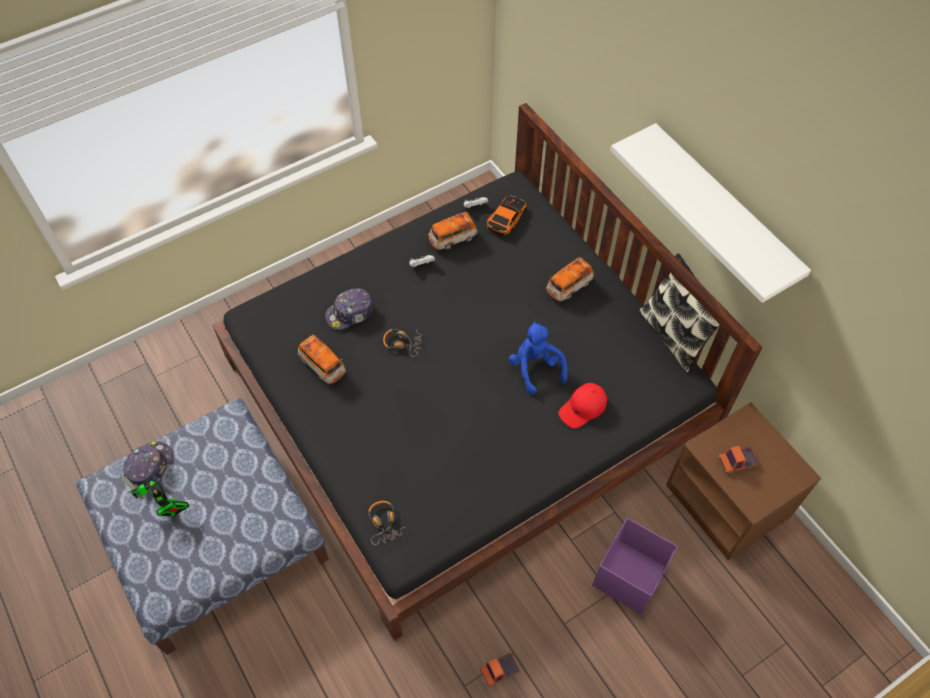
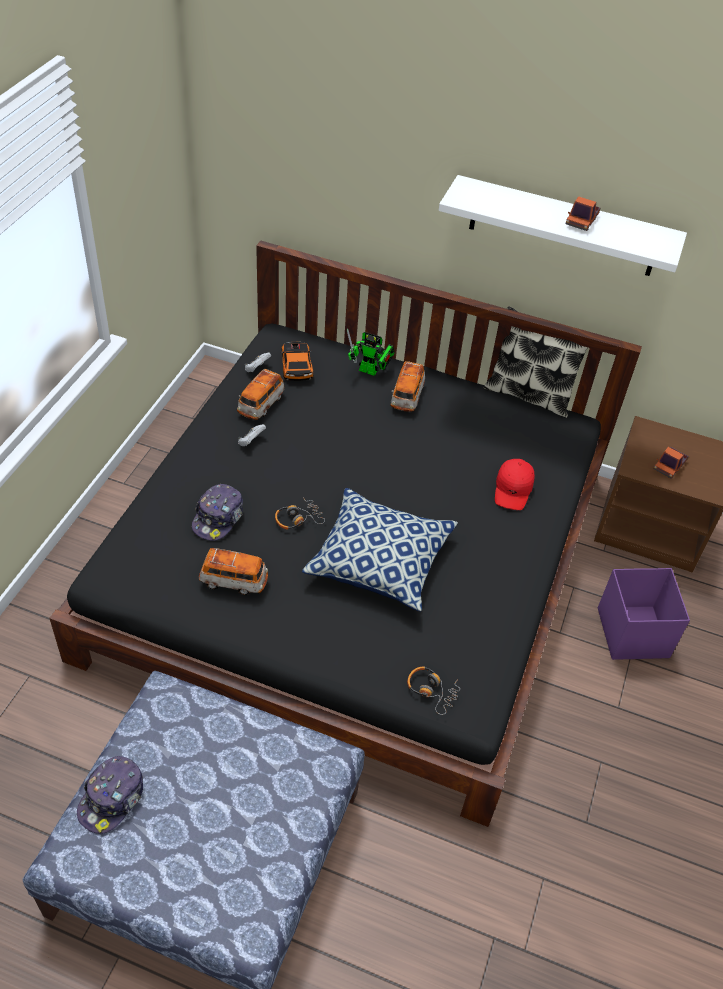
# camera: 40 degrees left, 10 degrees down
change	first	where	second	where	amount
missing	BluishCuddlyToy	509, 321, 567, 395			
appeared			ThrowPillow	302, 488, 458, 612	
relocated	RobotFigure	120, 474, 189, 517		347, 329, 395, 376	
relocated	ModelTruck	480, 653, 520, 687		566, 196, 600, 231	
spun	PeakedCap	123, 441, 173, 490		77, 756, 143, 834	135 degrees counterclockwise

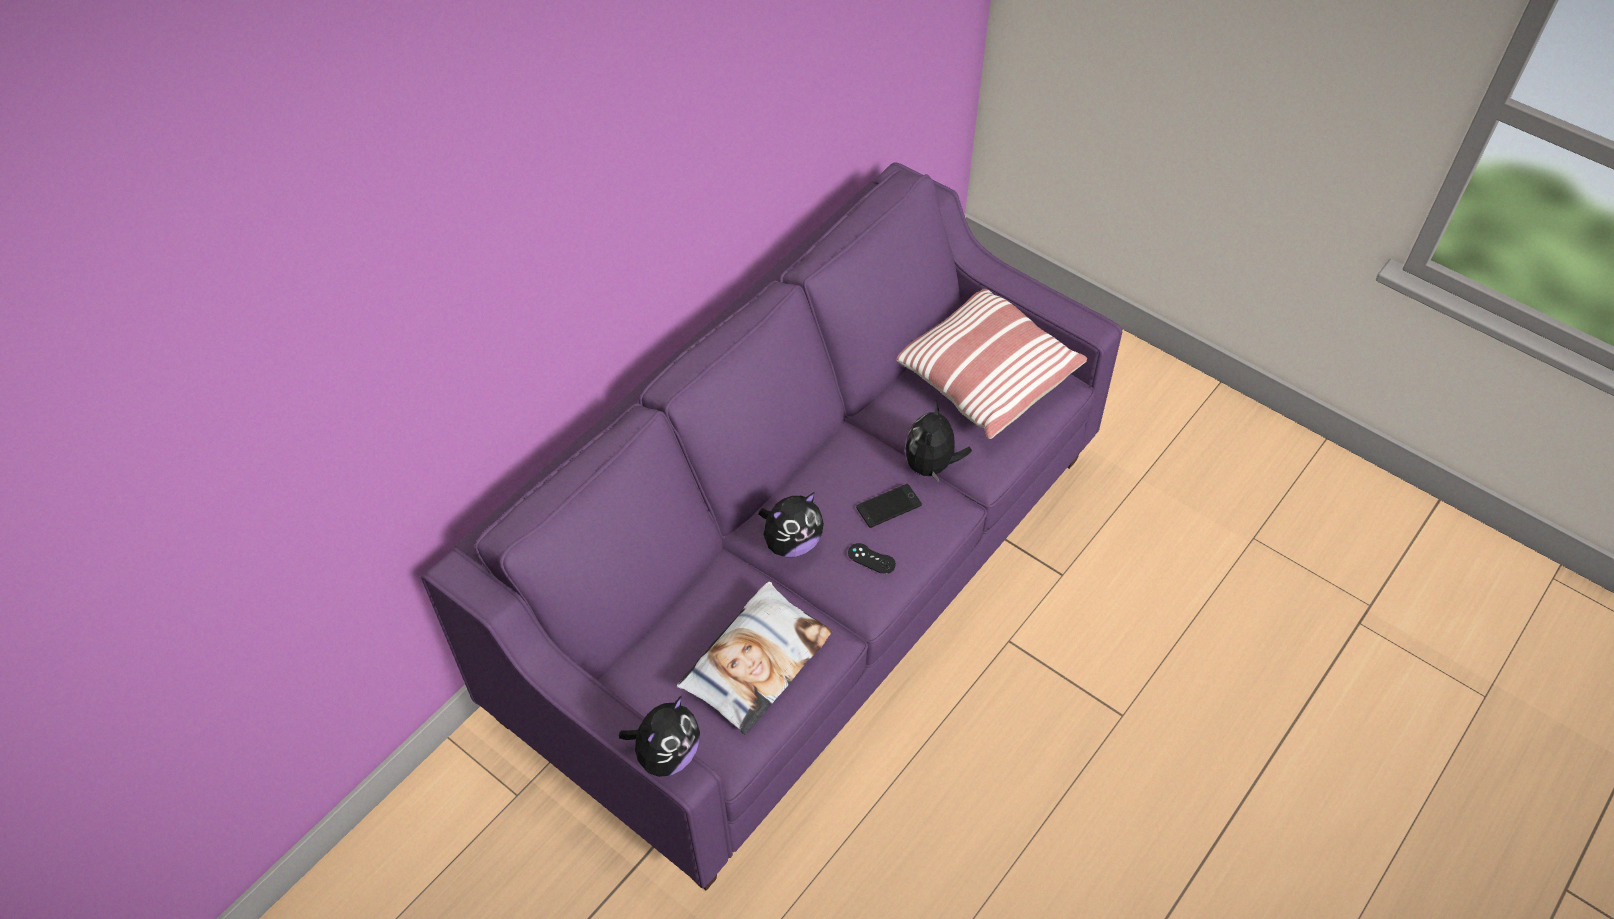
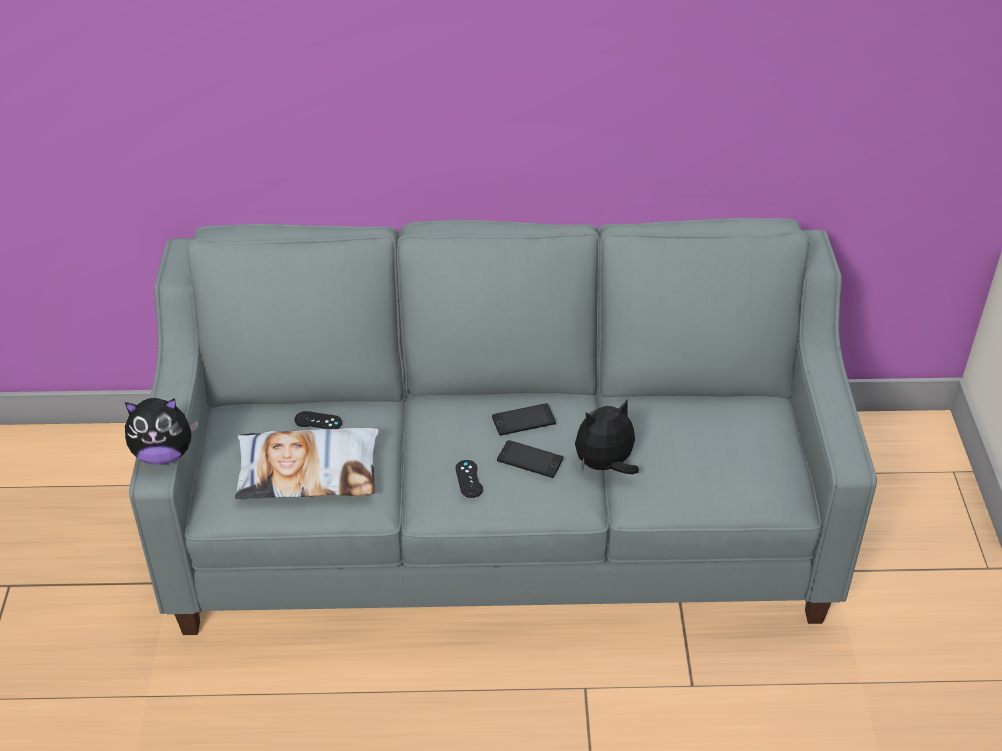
# camera: 50 degrees right, 10 degrees down
change	first	where	second	where	amount
missing	CuddlyToy	758, 492, 824, 557			
missing	ThrowPillow	896, 288, 1087, 439			
appeared			BlackColouredGameController	294, 411, 342, 429	
appeared			Telephone	492, 403, 556, 436	
colour	PurpleSettee	421, 162, 1122, 891	GreyishSettee	129, 218, 877, 635	

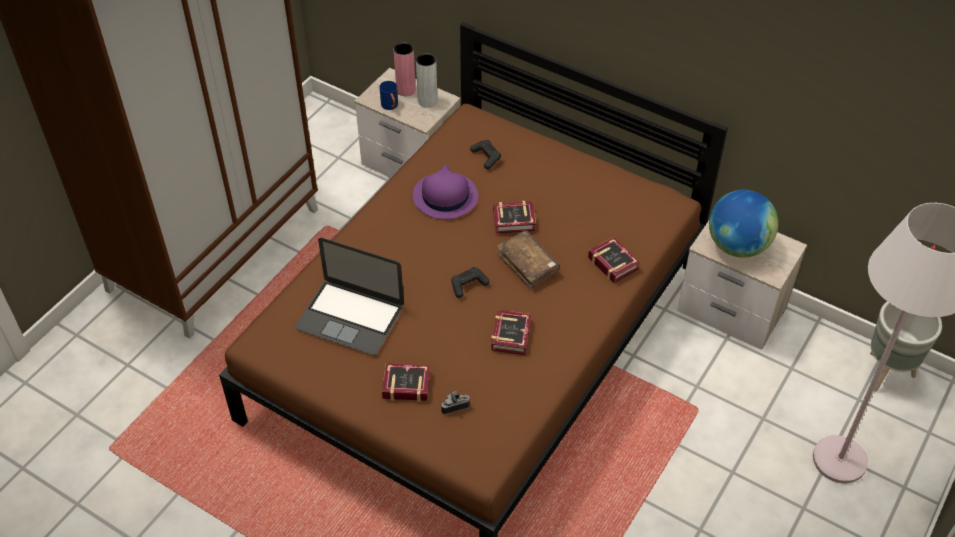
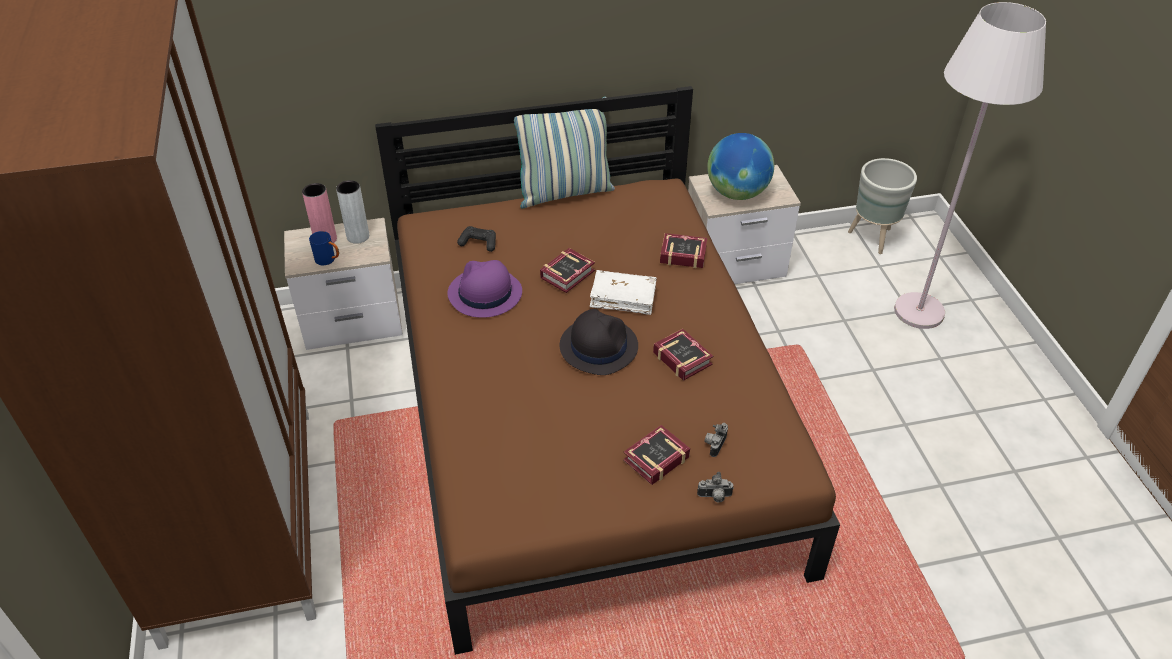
# camera: 45 degrees left, 5 degrees down
change	first	where	second	where	amount
missing	NotebookComputer	295, 237, 404, 355			
appeared			ThrowPillow	514, 97, 615, 208	
appeared			StillCamera	697, 472, 734, 502	
exchanged	BlackColouredGameController	451, 267, 489, 298	BlackColouredHat	560, 309, 638, 375	
colour	BrownColouredBoundBook	497, 230, 560, 290	WhiteBoundBook	590, 270, 657, 315	

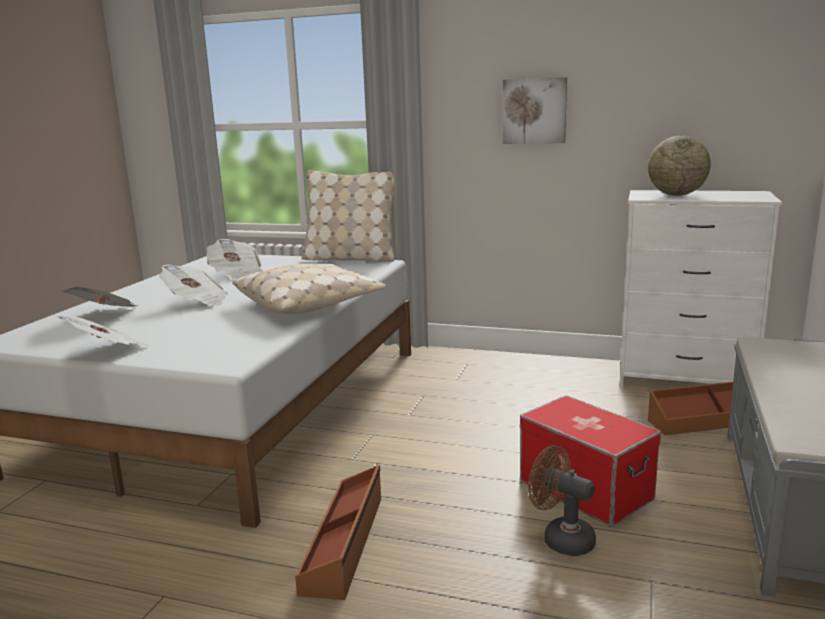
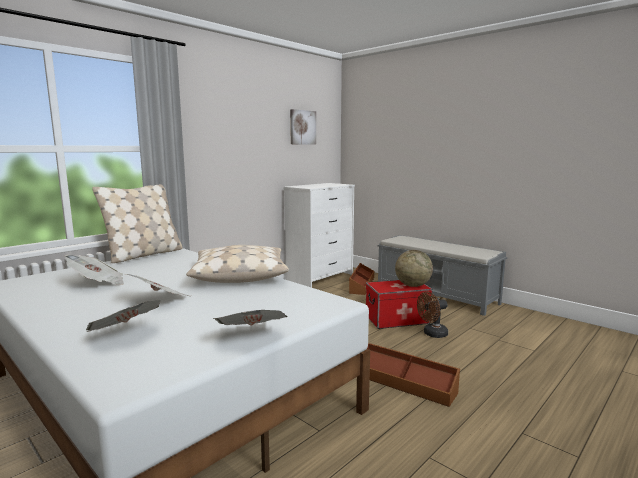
# camera: 65 degrees left, 5 degrees down
change	first	where	second	where	amount
relocated	Picture	502, 77, 567, 144		290, 109, 316, 145	
relocated	WorldGlobe	648, 136, 711, 196		395, 250, 433, 287	

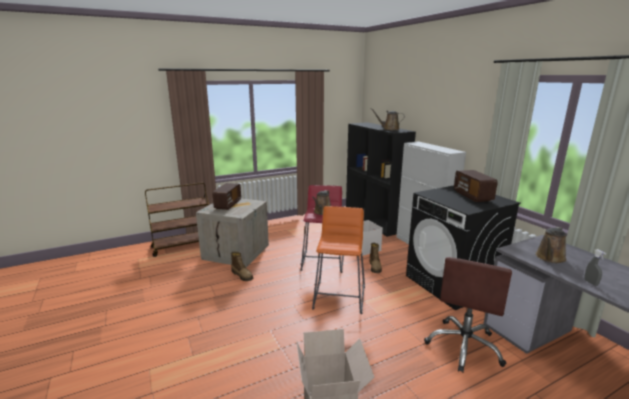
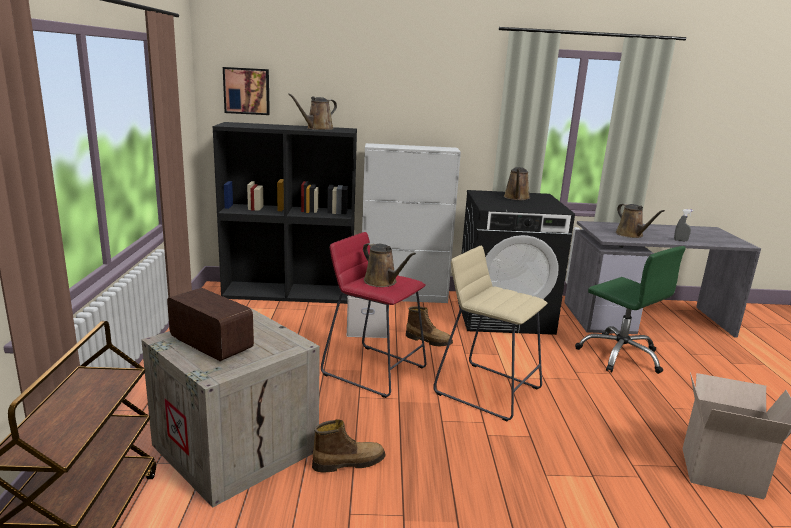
# camera: 65 degrees left, 0 degrees up
change	first	where	second	where	amount
appeared			Picture	223, 67, 270, 115	
exchanged	RadioReceiver	454, 170, 498, 202	BrownColouredWateringPot	504, 167, 530, 200	
colour	OrangeStoolSeat	312, 206, 365, 314	BeigeStoolSeat	433, 246, 548, 421	
colour	BrownColouredComputerChair	424, 257, 512, 373	GreenishComputerChair	575, 246, 686, 374	

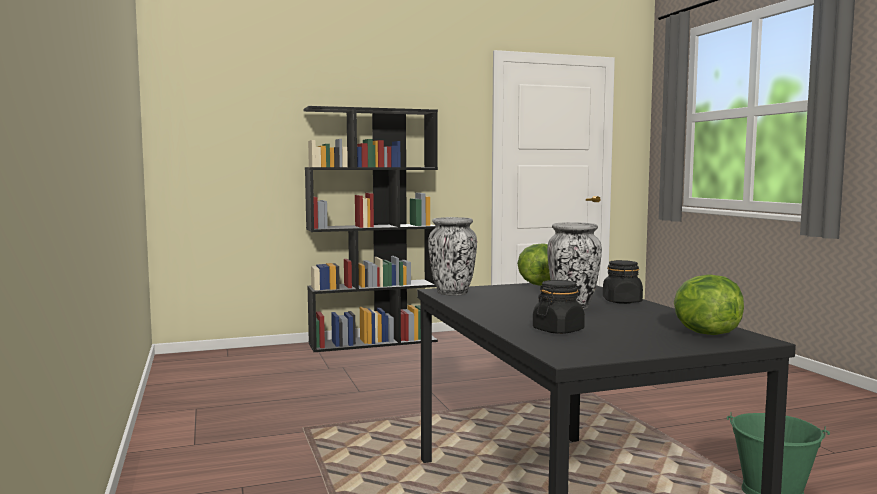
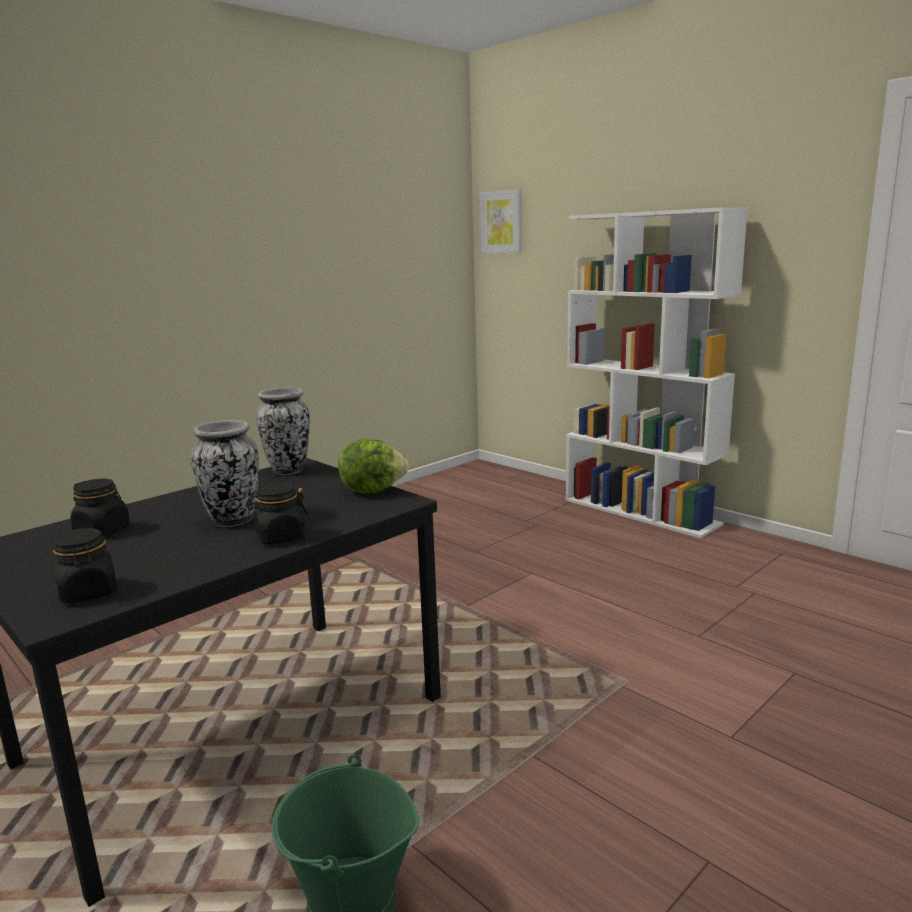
# camera: 65 degrees right, 10 degrees up
change	first	where	second	where	amount
appeared			Picture	480, 189, 522, 253	
exchanged	Lettuce	674, 274, 744, 335	BlackColouredPreserveJar	53, 528, 117, 603	
colour	BlackColouredShelvingUnit	304, 106, 438, 352	WhiteShelvingUnit	566, 207, 748, 538	

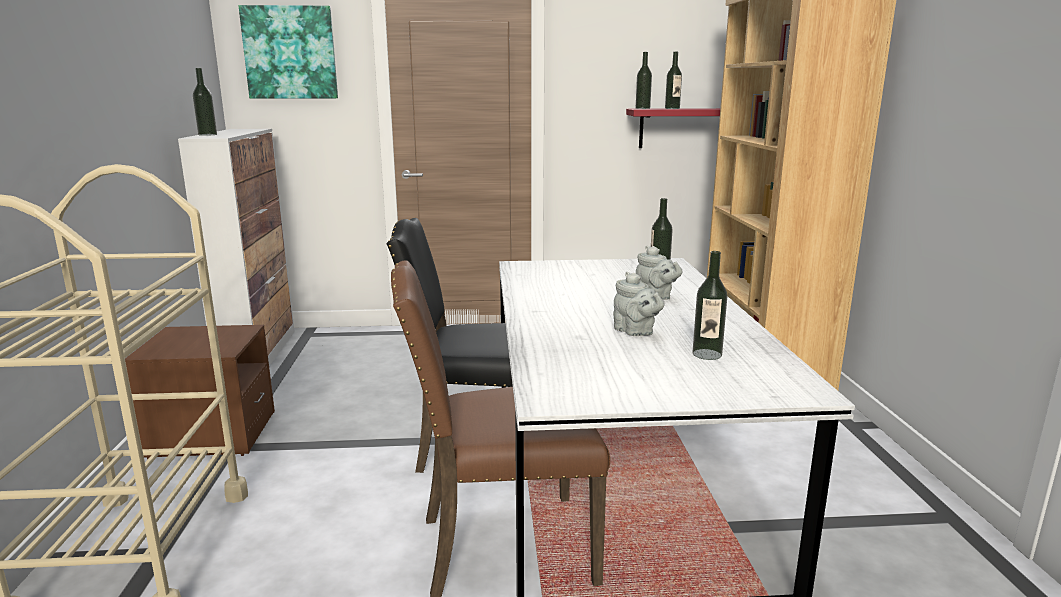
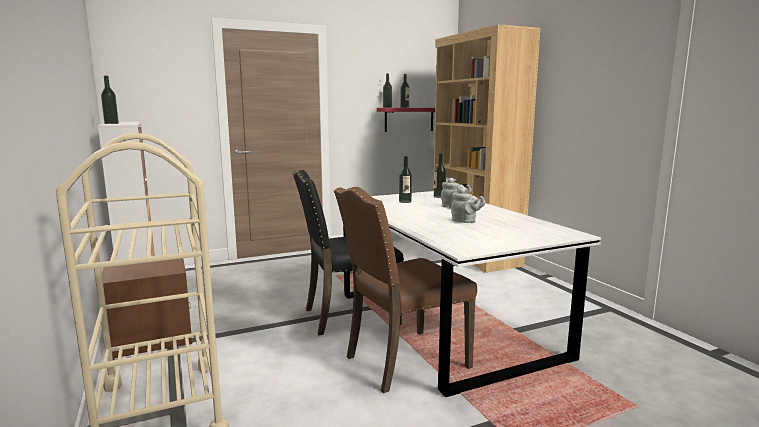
# camera: 20 degrees left, 5 degrees down
change	first	where	second	where	amount
missing	Picture	239, 5, 338, 99			
relocated	DrinkBottle	693, 251, 727, 360		399, 156, 412, 203	

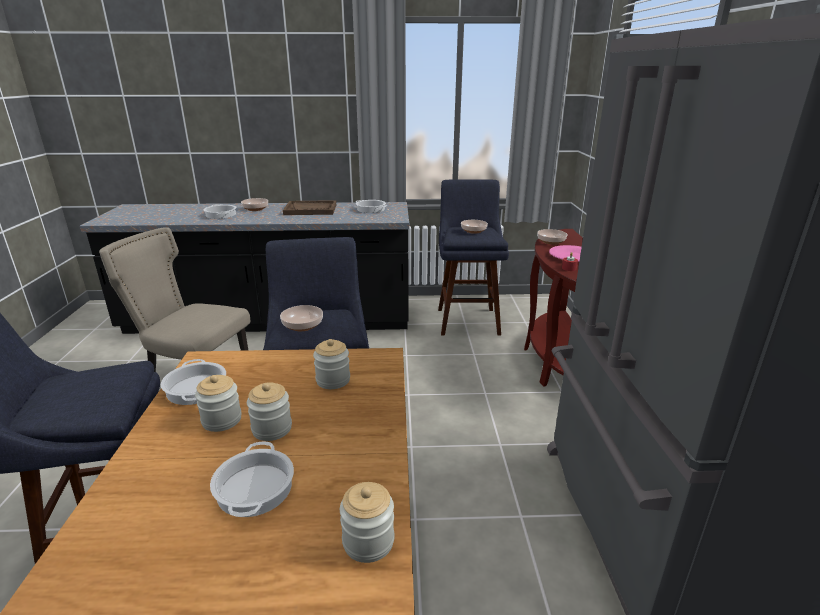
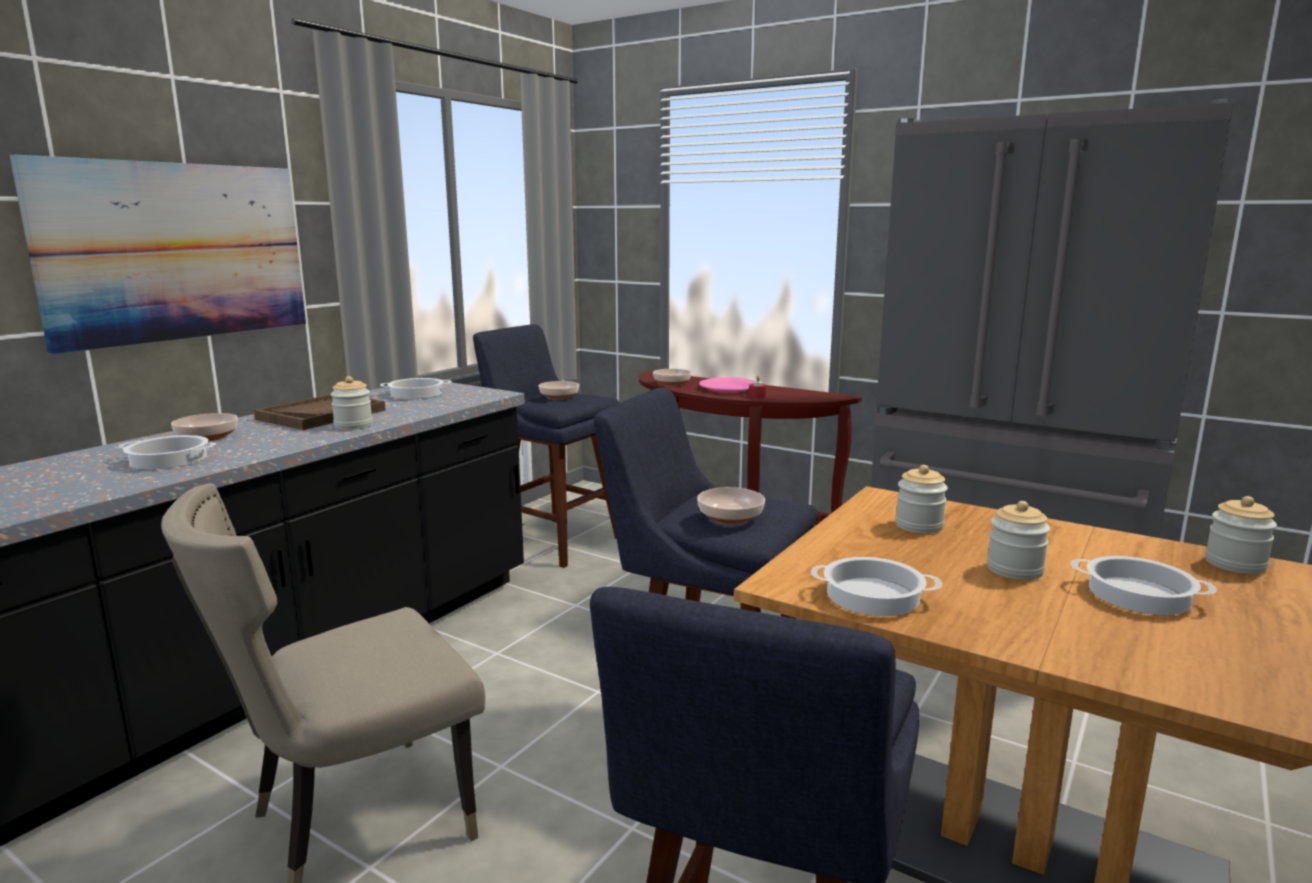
# camera: 55 degrees left, 10 degrees down
change	first	where	second	where	amount
appeared			Picture	10, 155, 306, 354	
relocated	PreserveJar	195, 375, 242, 432		330, 376, 373, 430	

